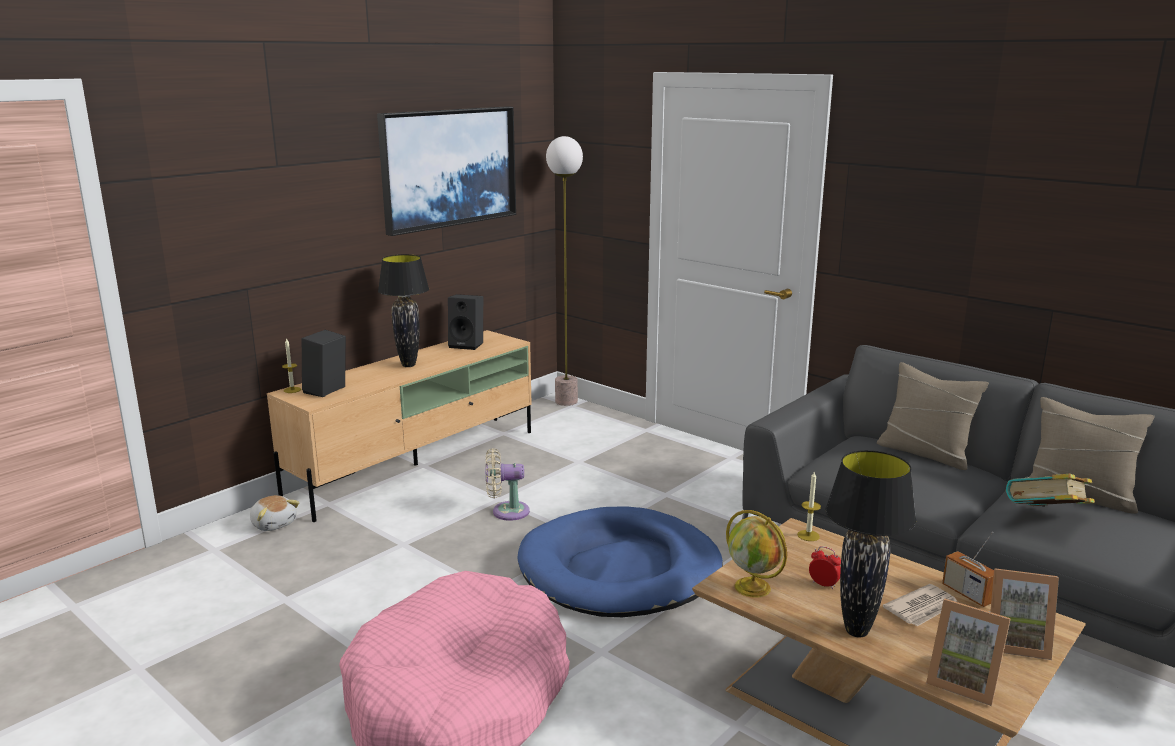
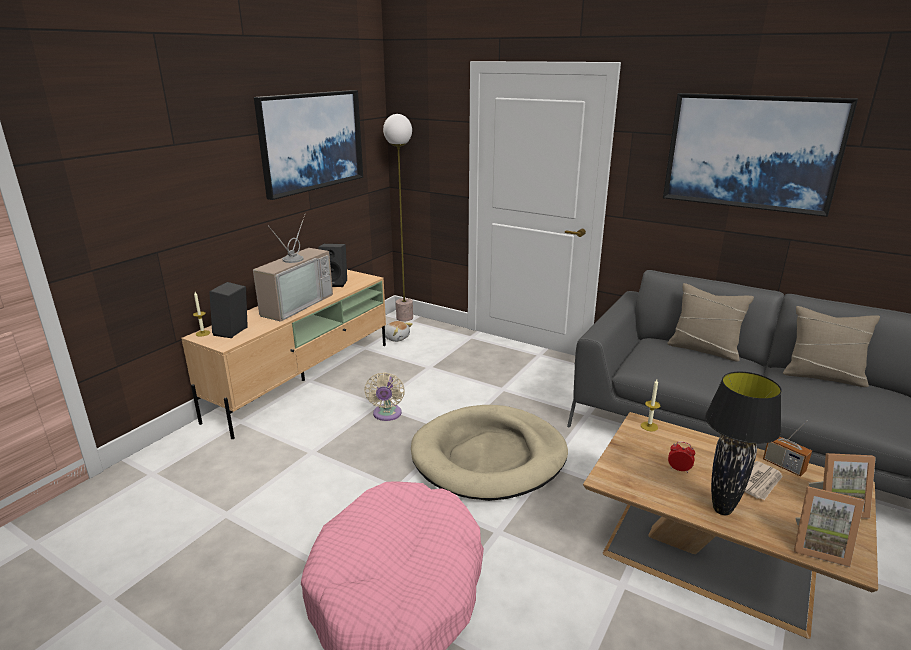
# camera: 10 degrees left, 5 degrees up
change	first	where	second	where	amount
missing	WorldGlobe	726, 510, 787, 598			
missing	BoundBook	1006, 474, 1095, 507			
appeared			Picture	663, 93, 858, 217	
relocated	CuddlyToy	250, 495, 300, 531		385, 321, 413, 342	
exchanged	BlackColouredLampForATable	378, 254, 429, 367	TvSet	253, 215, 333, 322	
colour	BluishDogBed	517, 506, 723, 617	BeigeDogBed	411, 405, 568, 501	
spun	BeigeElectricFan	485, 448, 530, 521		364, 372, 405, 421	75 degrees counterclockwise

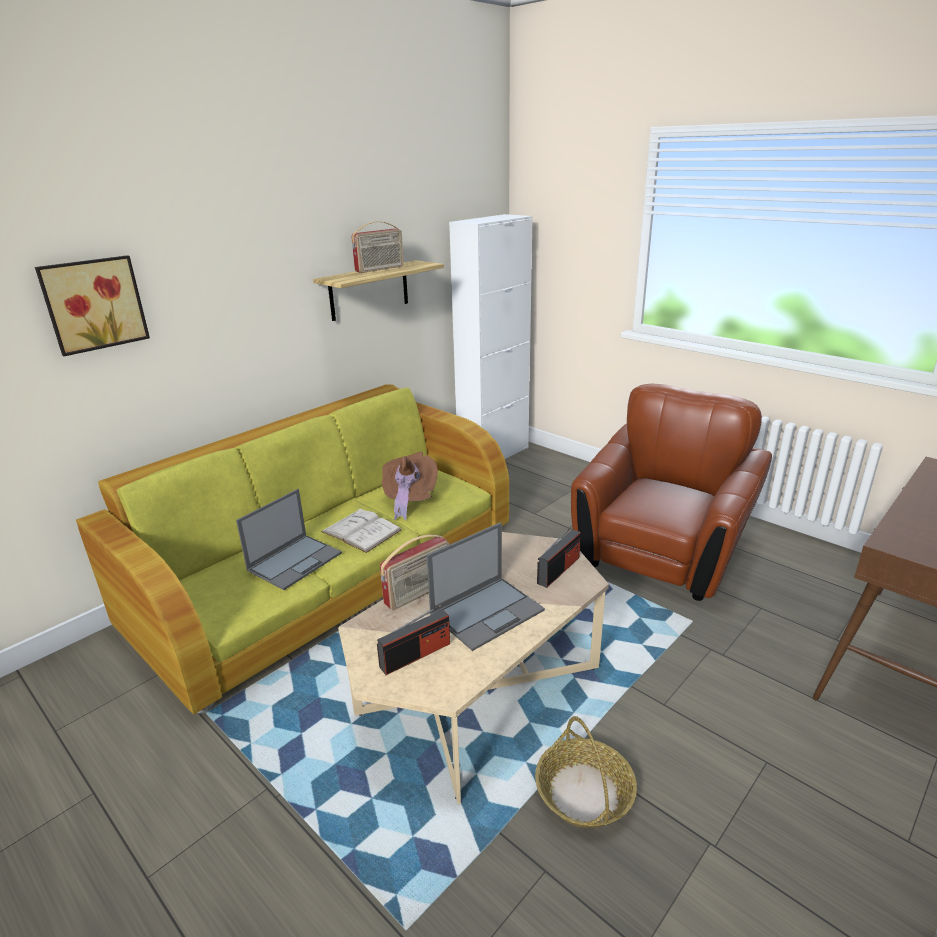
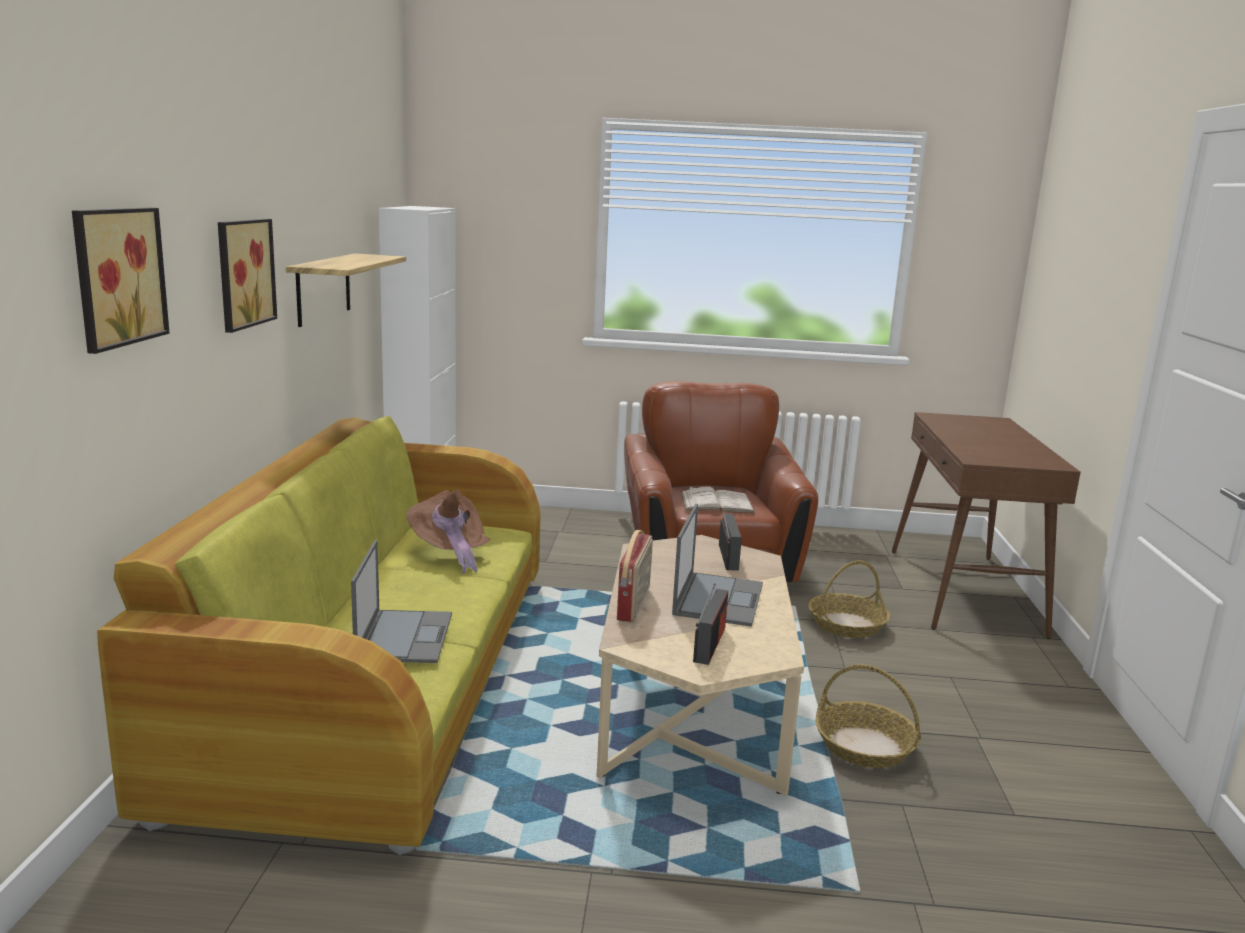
# camera: 40 degrees left, 10 degrees down
change	first	where	second	where	amount
missing	RadioReceiver	351, 221, 404, 273			
appeared			Picture	218, 219, 277, 333	
appeared			Basket	808, 560, 890, 638	
relocated	WhiteBoundBook	321, 509, 402, 553		681, 486, 755, 513	

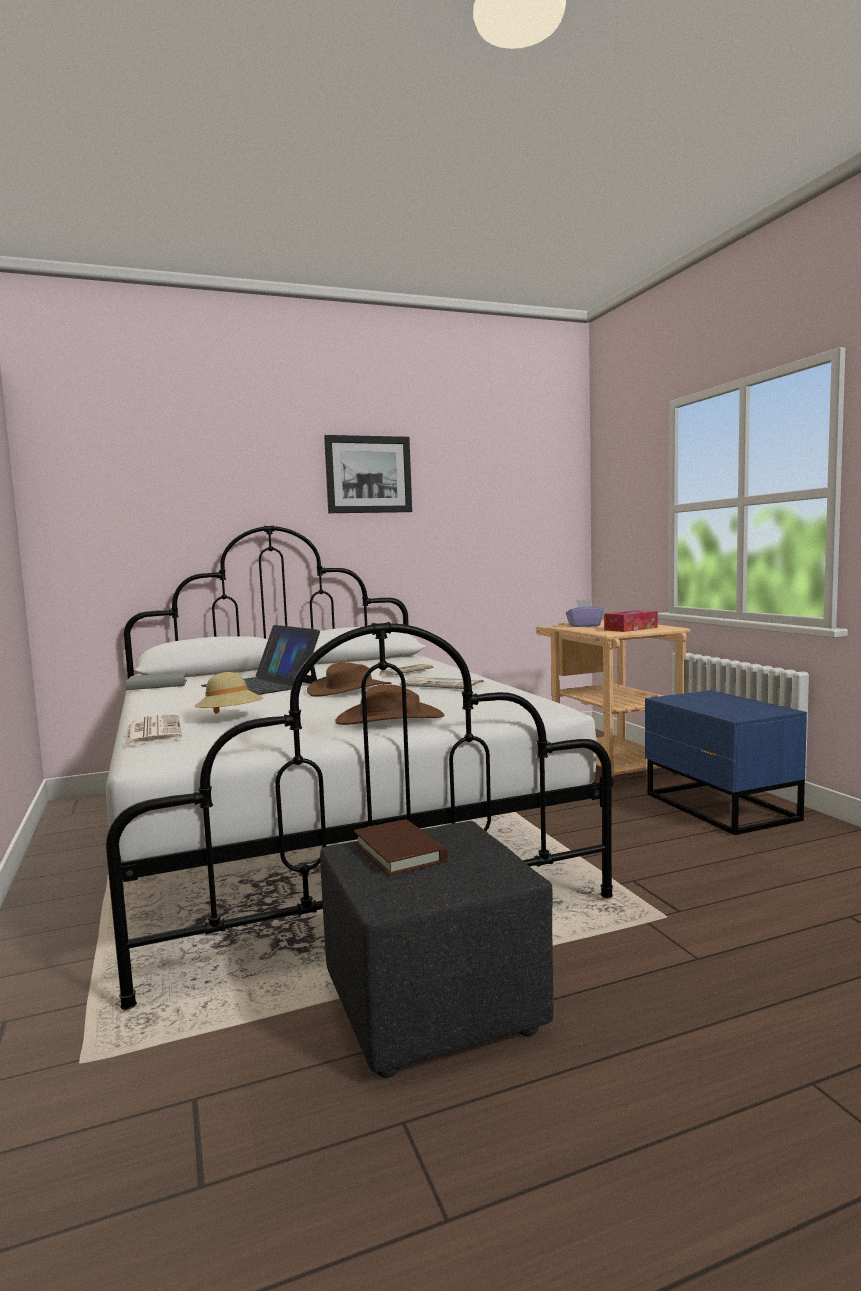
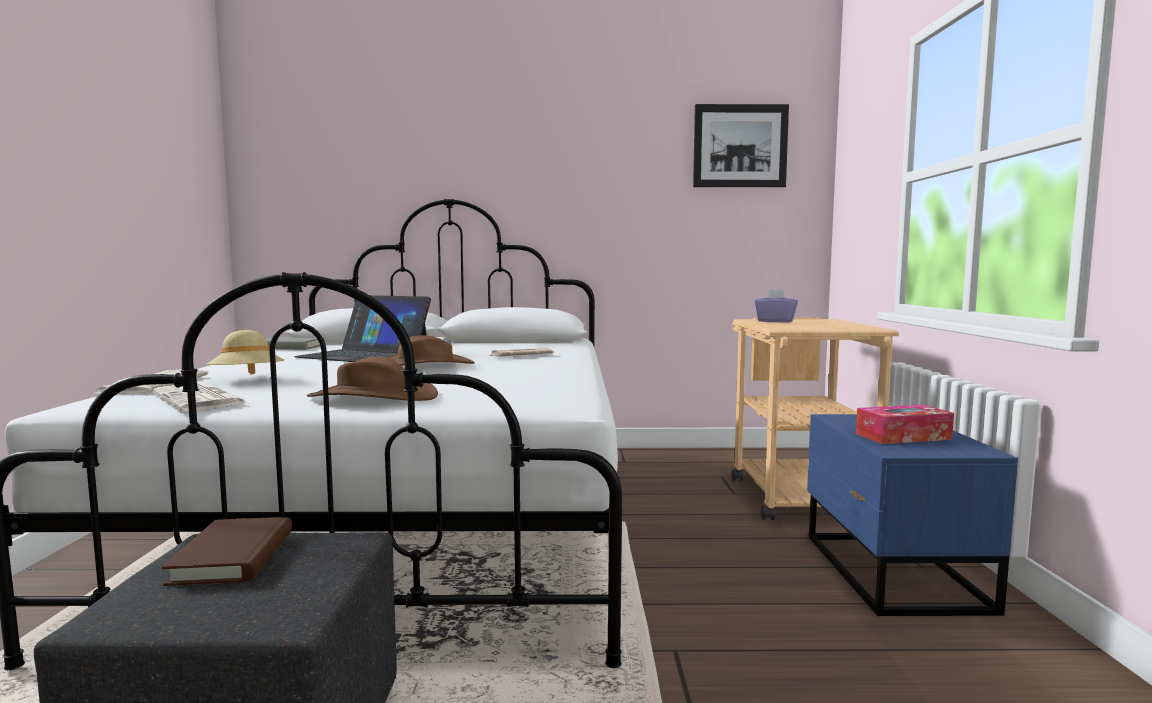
# camera: 20 degrees right, 0 degrees up
change	first	where	second	where	amount
relocated	Picture	324, 435, 412, 513		693, 104, 789, 187	
relocated	Newspaper	399, 677, 486, 689		153, 383, 250, 411	
relocated	TissueHolder	604, 610, 658, 632		856, 405, 954, 444	
spun	NotebookComputer	201, 625, 320, 695		294, 295, 431, 362	45 degrees counterclockwise

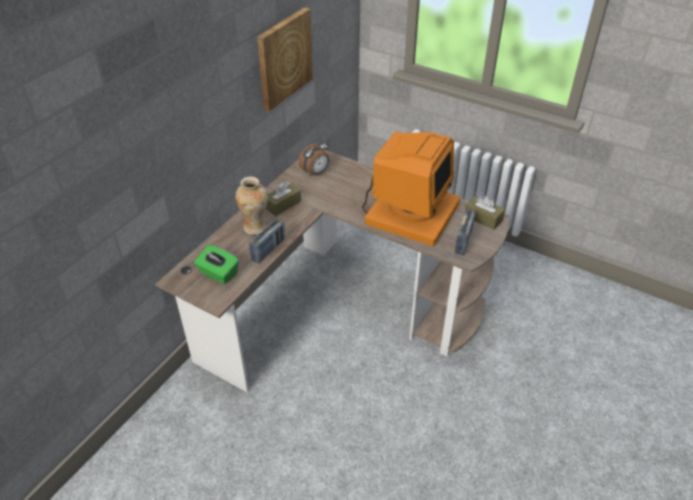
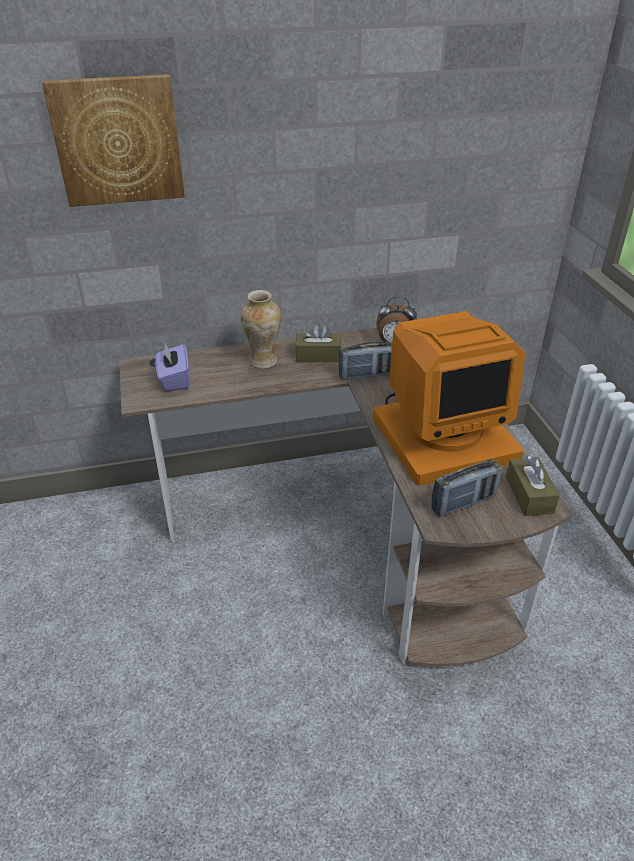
# camera: 45 degrees right, 5 degrees down
change	first	where	second	where	amount
relocated	RadioReceiver	249, 218, 285, 263		339, 342, 392, 380	
relocated	Picture	257, 7, 313, 111		42, 74, 185, 207	
colour	GreenishTissueHolder	194, 245, 239, 284	PurpleTissueHolder	155, 344, 190, 391	

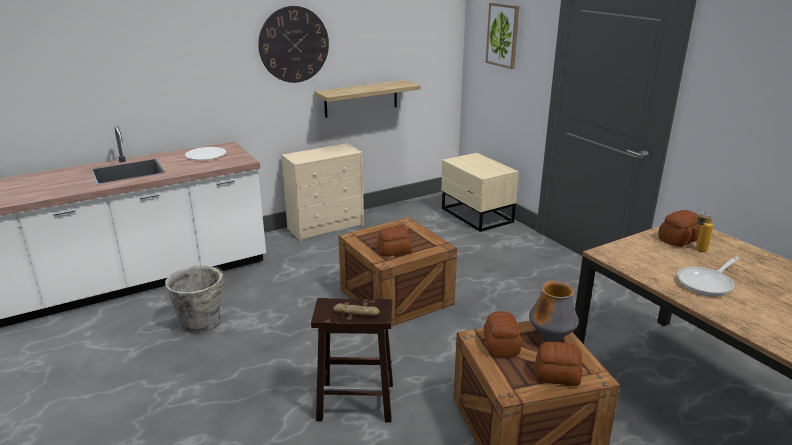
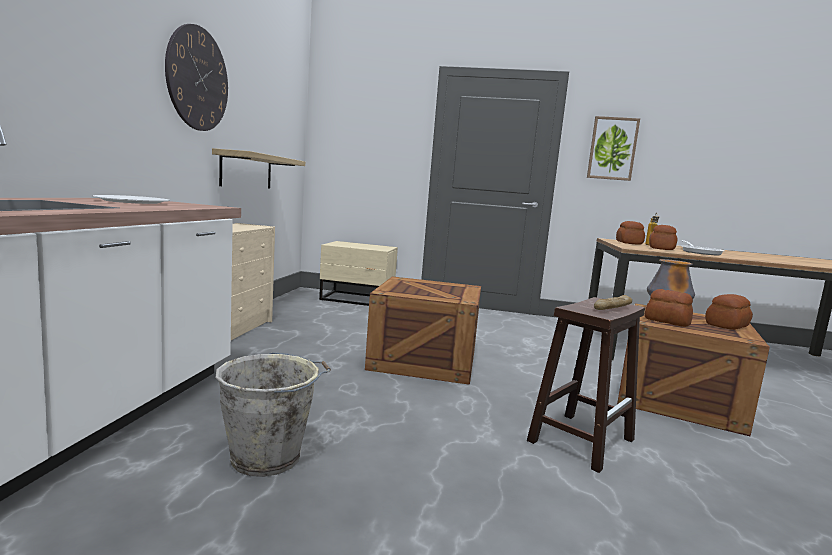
# camera: 50 degrees left, 15 degrees down
change	first	where	second	where	amount
relocated	Bread	377, 226, 412, 257		649, 225, 678, 250	
relocated	Picture	486, 3, 519, 69		587, 116, 640, 181	

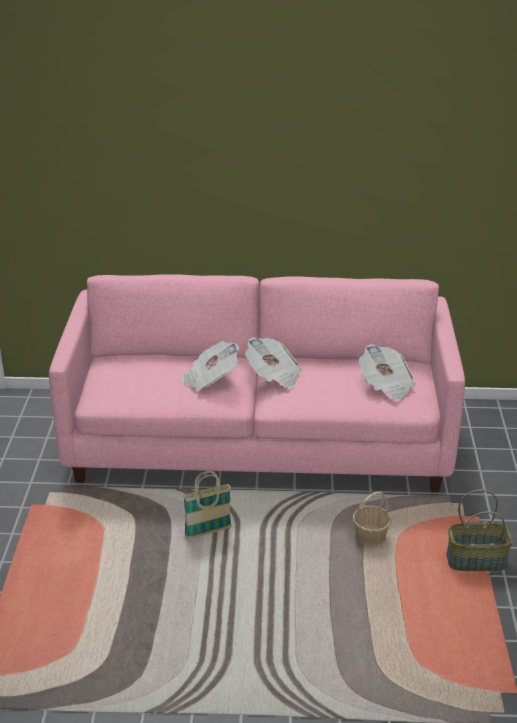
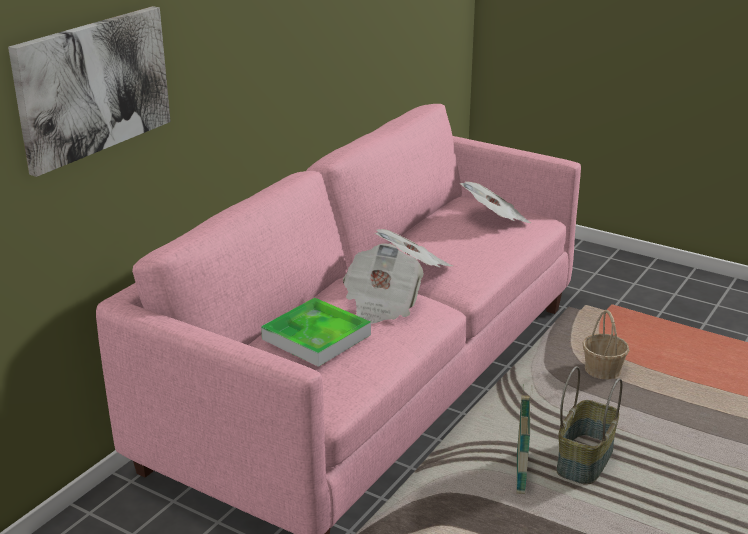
# camera: 60 degrees left, 5 degrees down
change	first	where	second	where	amount
appeared			Picture	8, 6, 171, 177	
appeared			Tray	261, 298, 371, 367	
relocated	Basket	446, 489, 513, 571		556, 366, 623, 485	

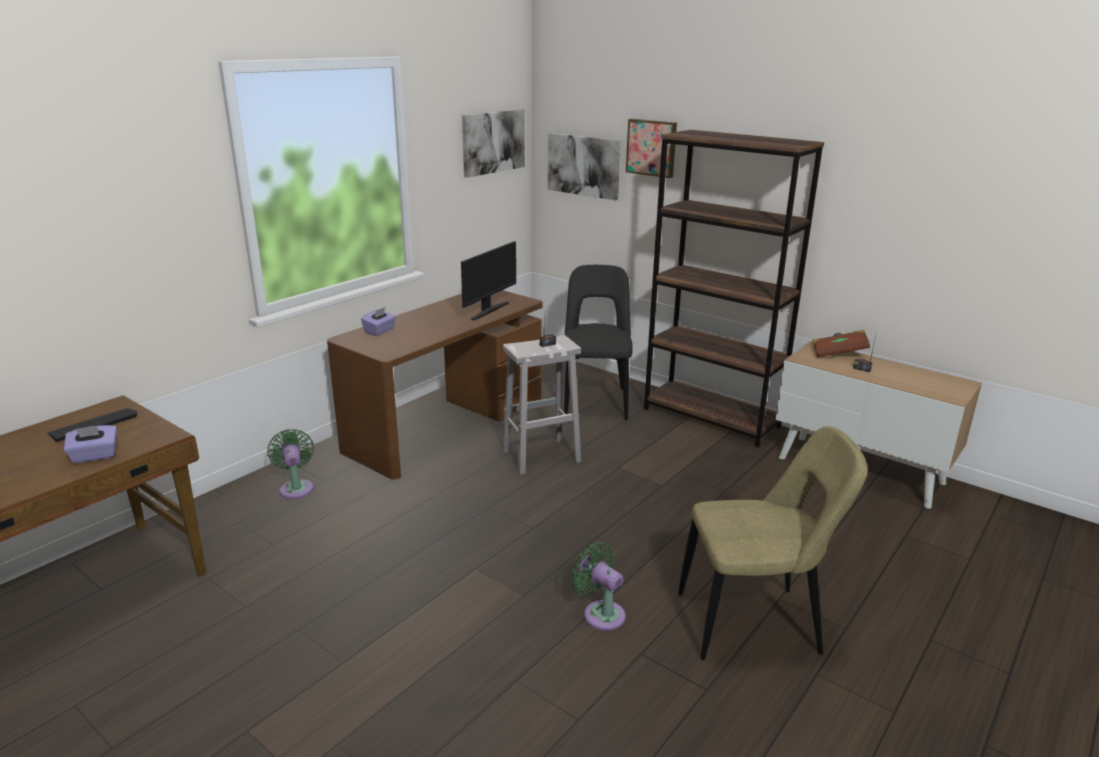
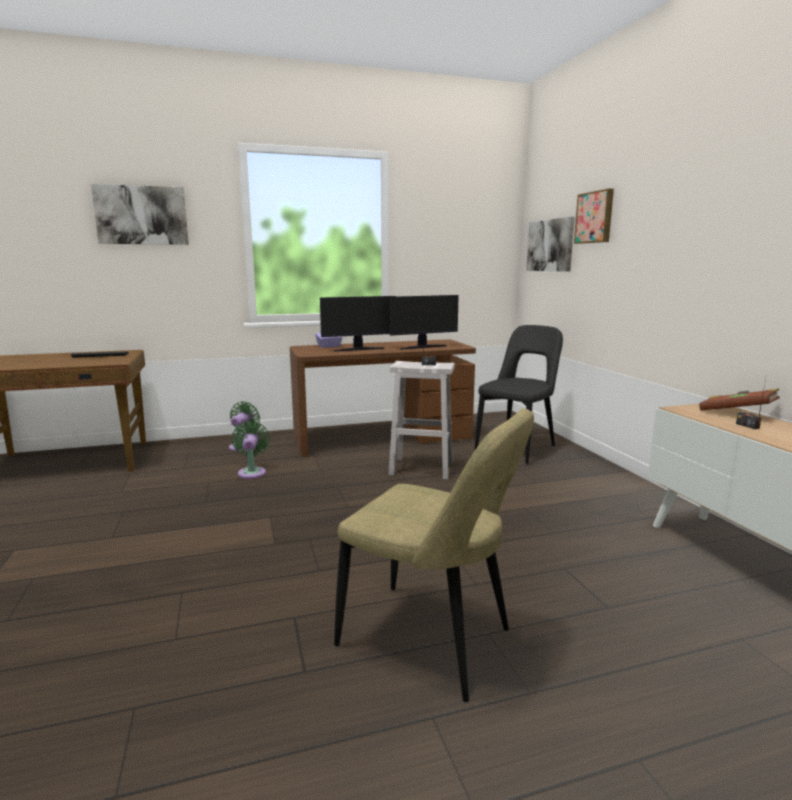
# camera: 35 degrees right, 10 degrees down
change	first	where	second	where	amount
missing	PurpleTissueHolder	64, 425, 117, 463			
missing	BrownColouredShelvingUnit	644, 130, 824, 447			
appeared			ComputerScreen	320, 296, 396, 352	
relocated	Picture	462, 109, 525, 178		91, 184, 189, 245	
relocated	GreenishElectricFan	571, 542, 625, 631		232, 421, 270, 479	

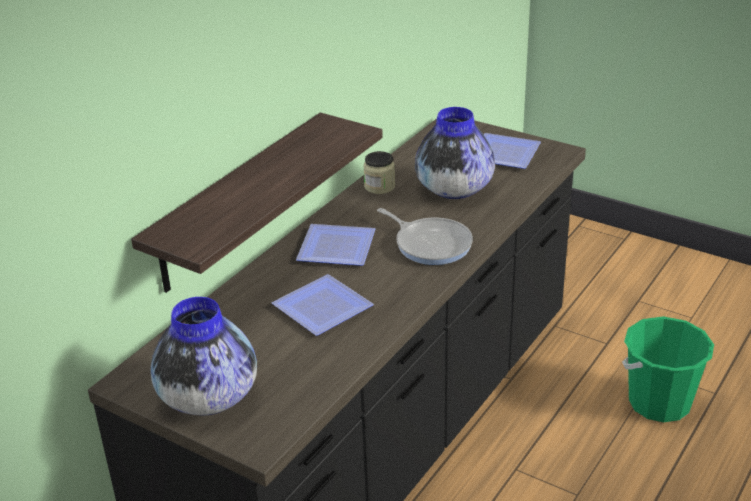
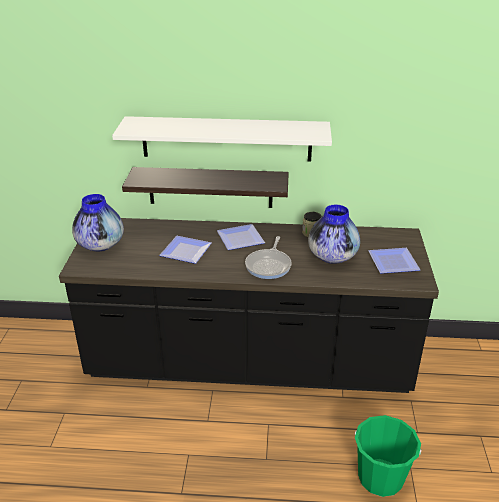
# camera: 60 degrees right, 0 degrees up
change	first	where	second	where	amount
appeared			WhiteShelf	112, 116, 332, 162	

